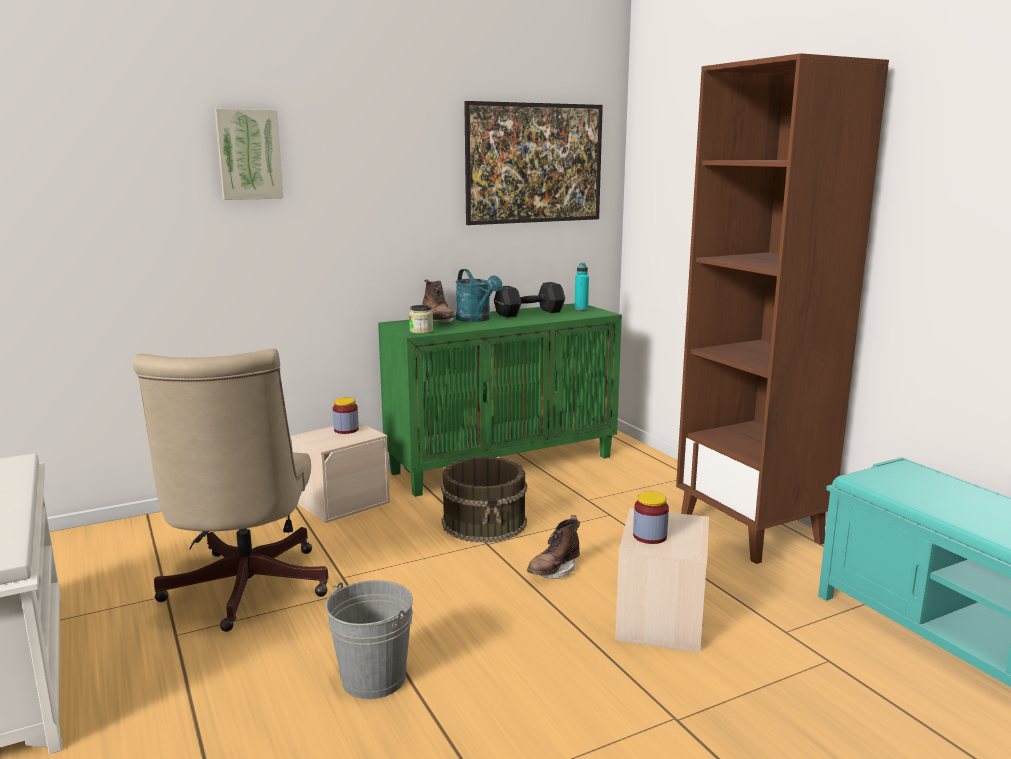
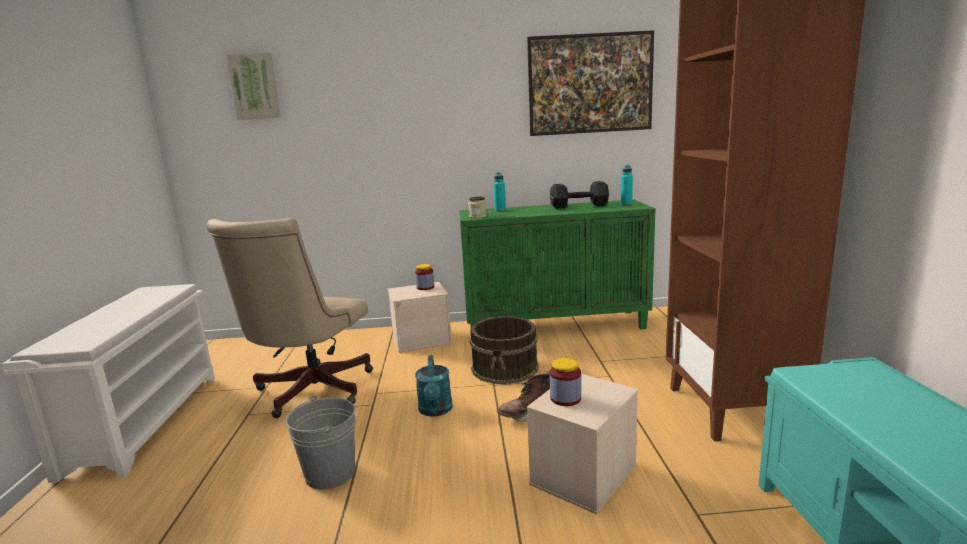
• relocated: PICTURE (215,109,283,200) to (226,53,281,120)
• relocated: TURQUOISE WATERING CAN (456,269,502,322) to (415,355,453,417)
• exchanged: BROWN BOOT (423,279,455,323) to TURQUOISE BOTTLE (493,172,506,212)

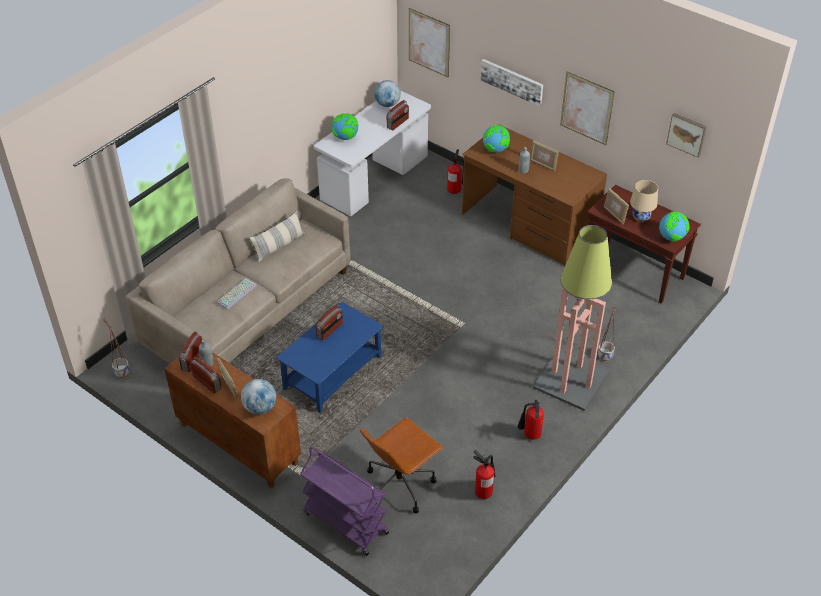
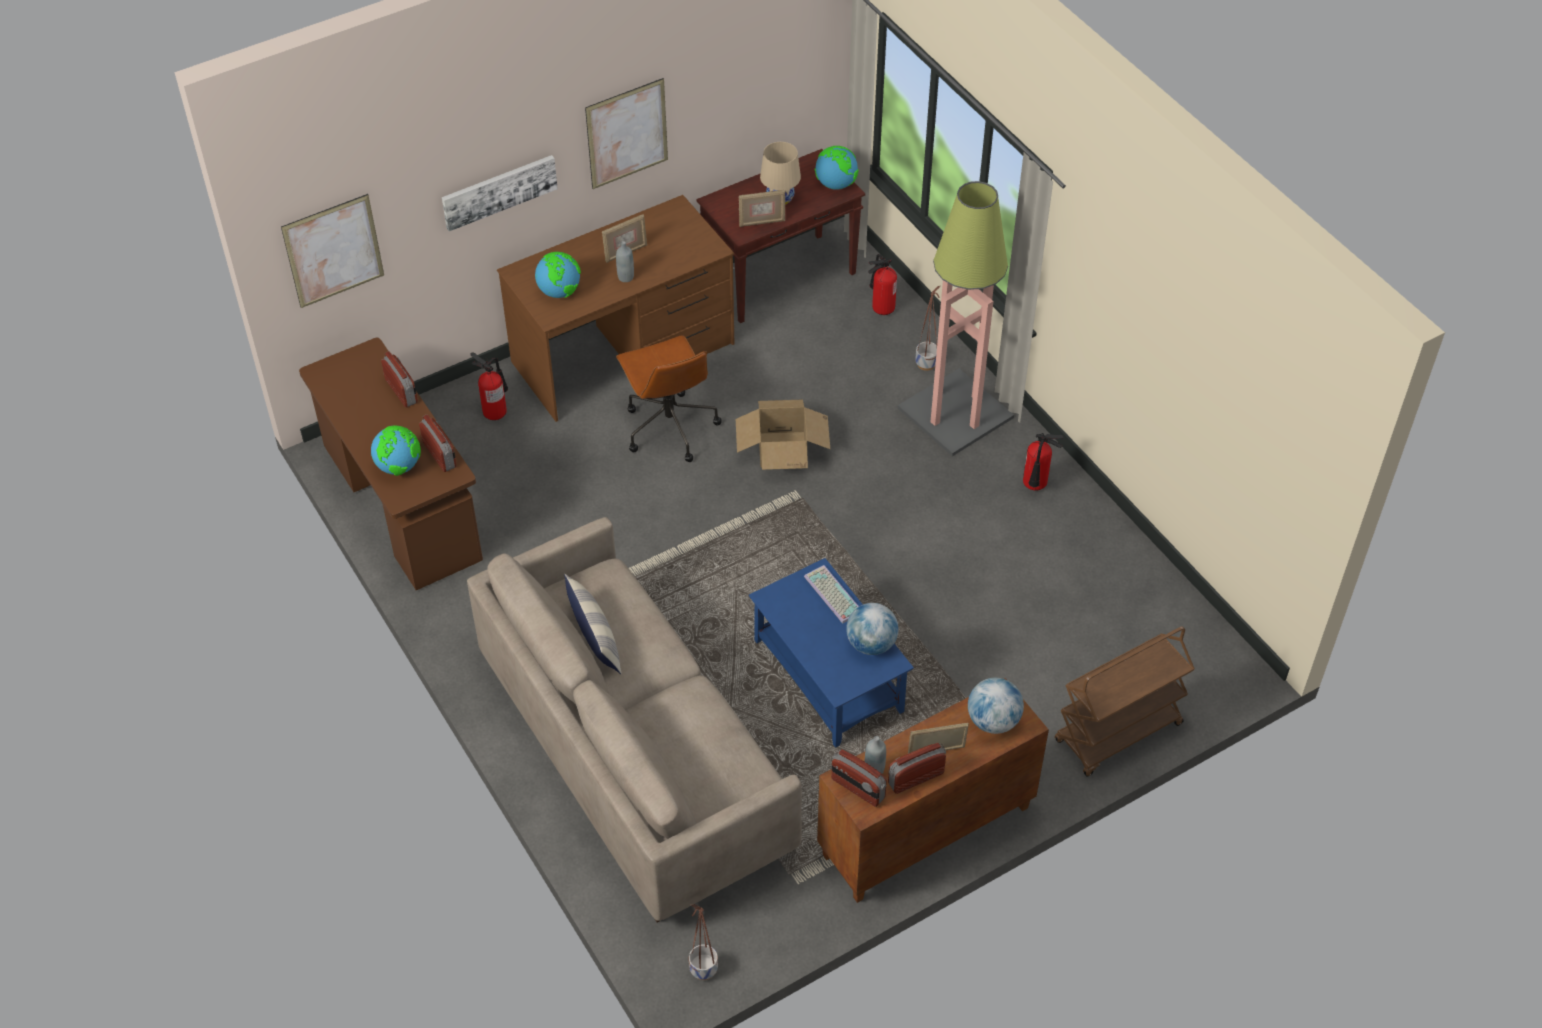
• missing: PICTURE (666,113,707,158)
• appeared: CARDBOARD BOX (736,400,830,470)
• relocated: KEYBOARD (217,279,257,309) to (804,565,859,624)
• relocated: RADIO (316,305,343,340) to (419,415,457,472)
• relocated: BROWN OFFICE CHAIR (360,418,444,513) to (616,335,722,462)
• relocated: GLOBE (374,80,401,107) to (846,603,899,655)
• relocated: FIRE EXTINGUISHER (473,450,496,499) to (868,254,897,315)
• colour: PURPLE CART (300,446,389,556) to BROWN CART (1055,626,1195,777)
• colour: WHITE DESK (314,90,431,216) to BROWN DESK (299,338,483,590)

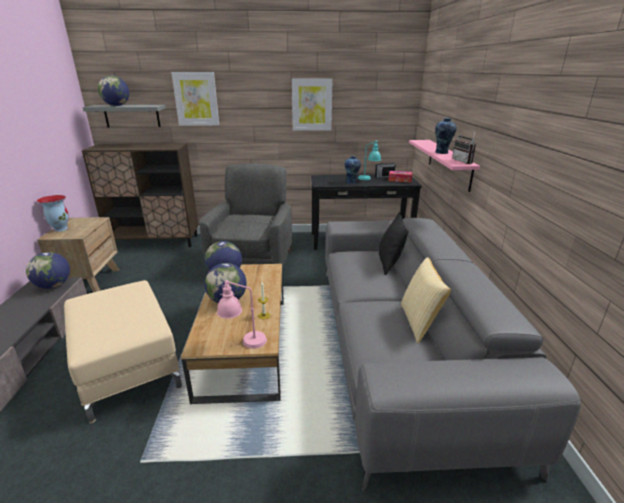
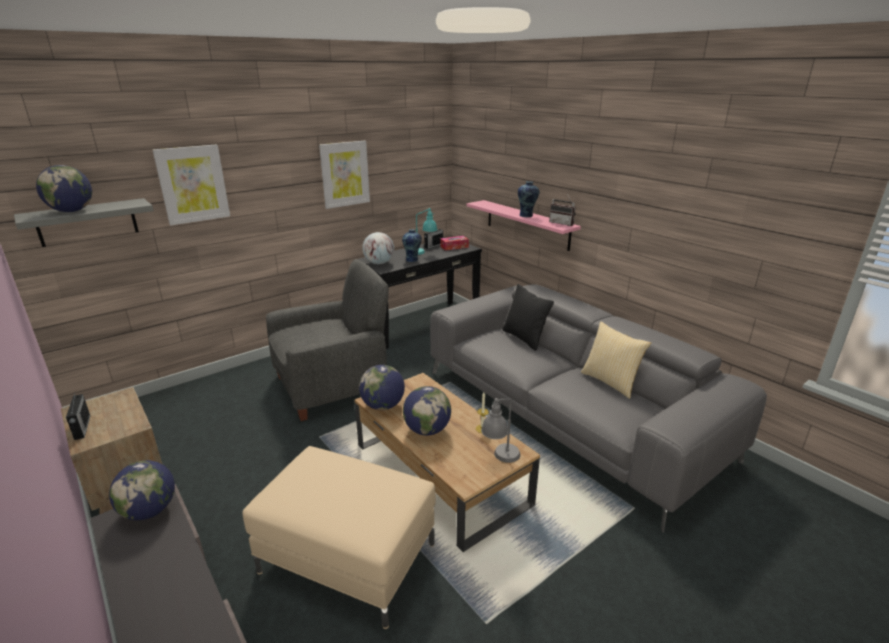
• missing: BROWN CABINET (82,143,198,247)
• appeared: GLOBE (362,232,394,264)
• exchanged: VASE (37,195,69,232) to RADIO (66,394,90,440)
• colour: PINK TABLE LAMP (217,280,267,349) to GREY TABLE LAMP (481,398,520,463)
• spun: GREY ARMCHAIR (199,163,292,272) = (266,259,389,421) 90 degrees clockwise

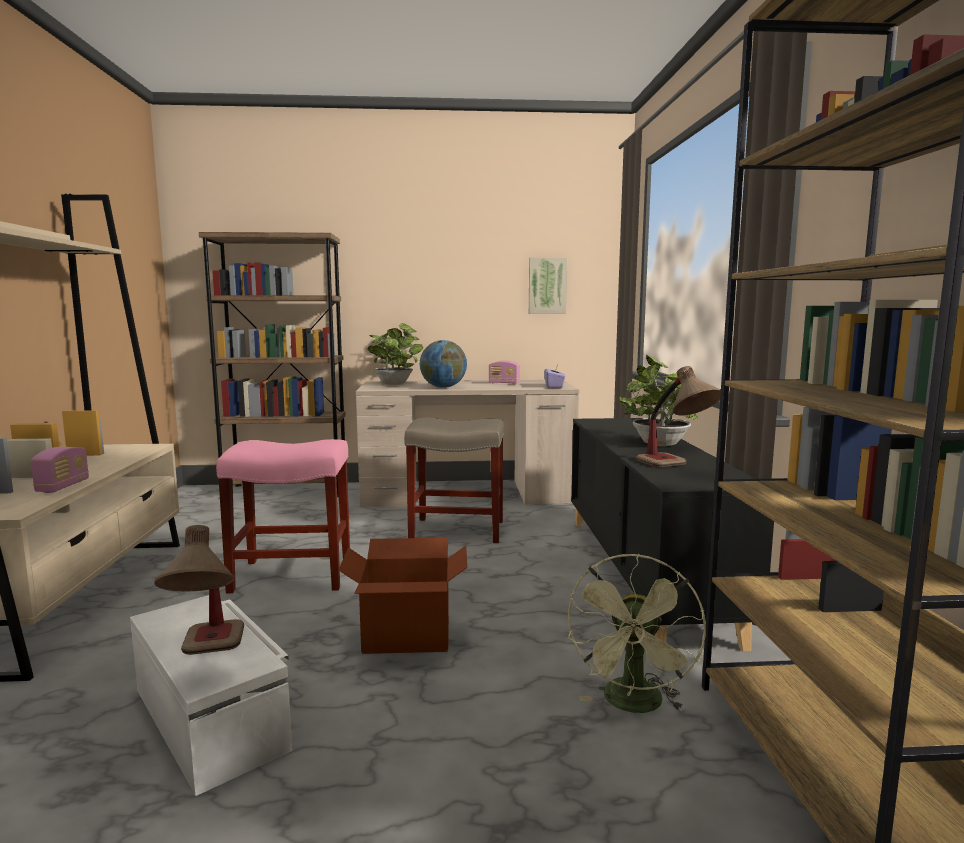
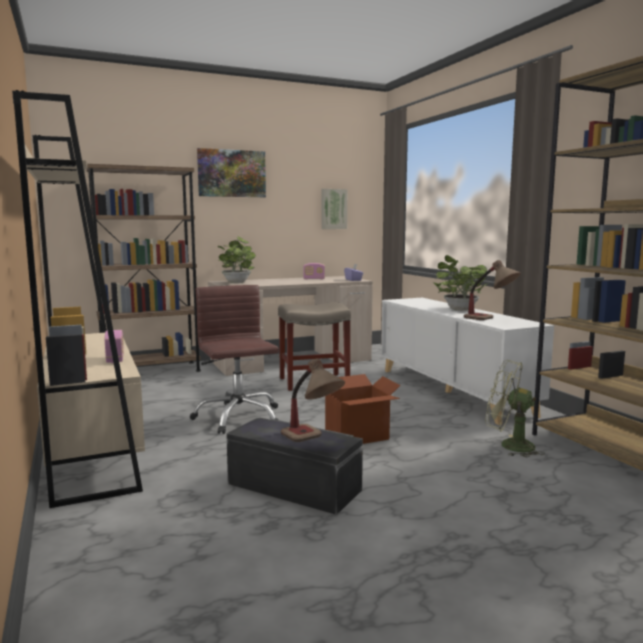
• missing: GLOBE (420,340,467,388)
• appeared: PICTURE (197,148,266,197)
• exchanged: PINK STOOL (216,439,350,593) to BROWN OFFICE CHAIR (190,285,279,434)
• colour: WHITE STORAGE BOX (130,595,292,796) to BLACK STORAGE BOX (226,417,363,515)
• colour: BLACK CABINET (571,418,774,652) to WHITE CABINET (381,298,554,425)
• spun: GREEN FAN (567,554,706,713) = (486,360,545,458) 120 degrees clockwise

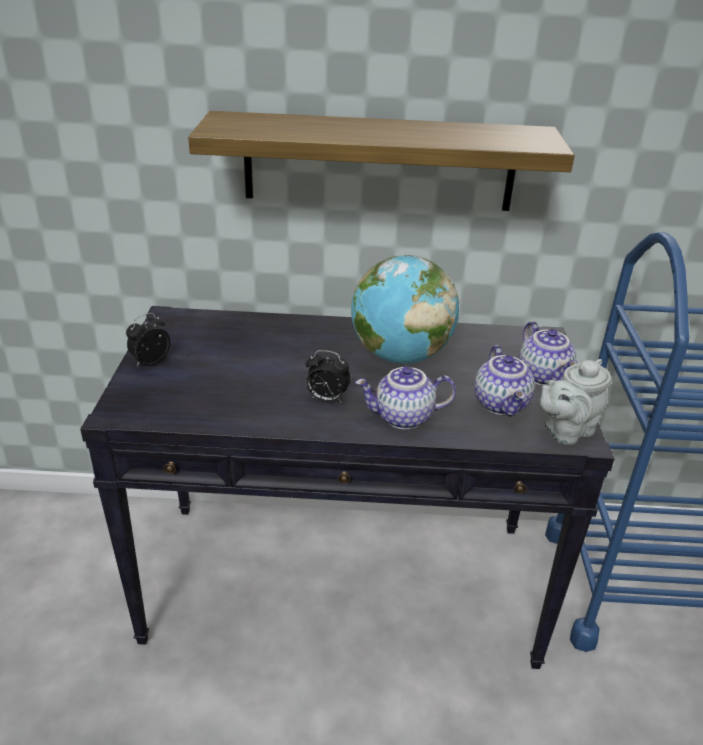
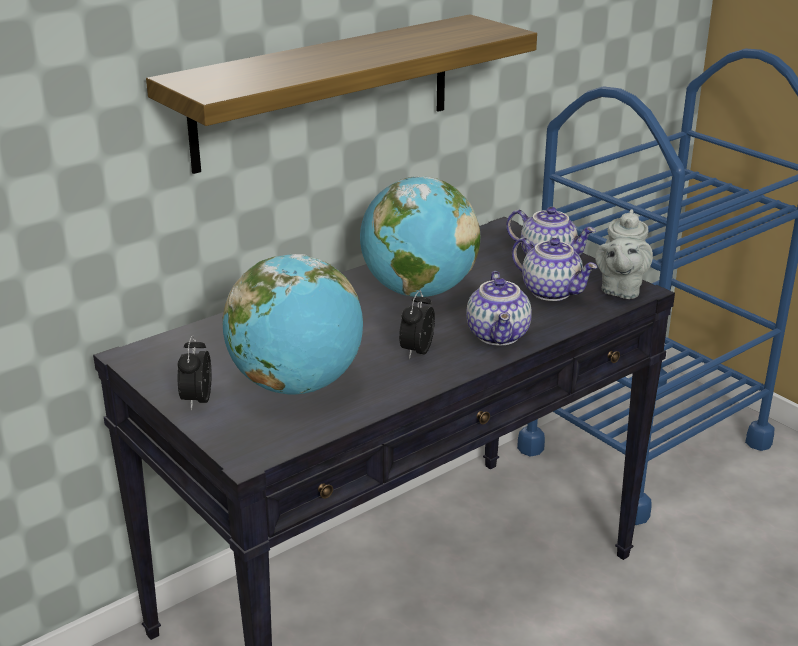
• appeared: GLOBE (223,254,363,395)
• spun: ALARM CLOCK (306,350,351,402) = (399,290,435,359) 135 degrees clockwise
• spun: TEAPOT (355,366,456,430) = (466,271,532,346) 45 degrees counterclockwise

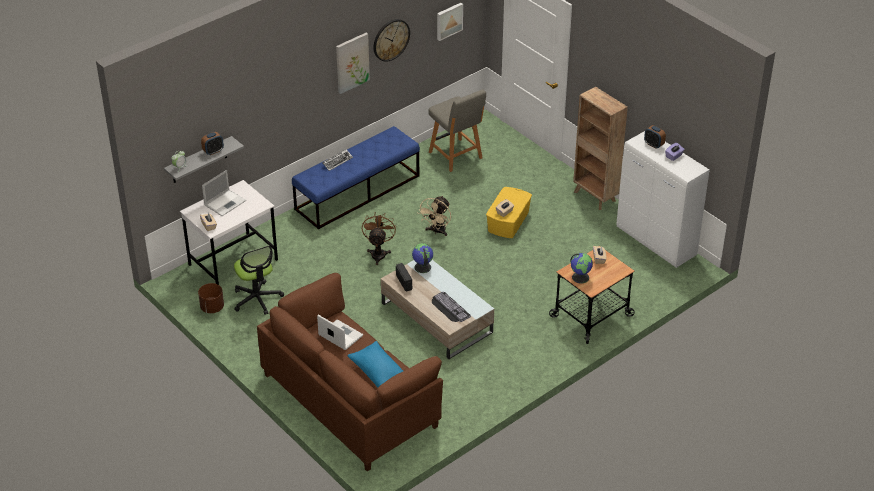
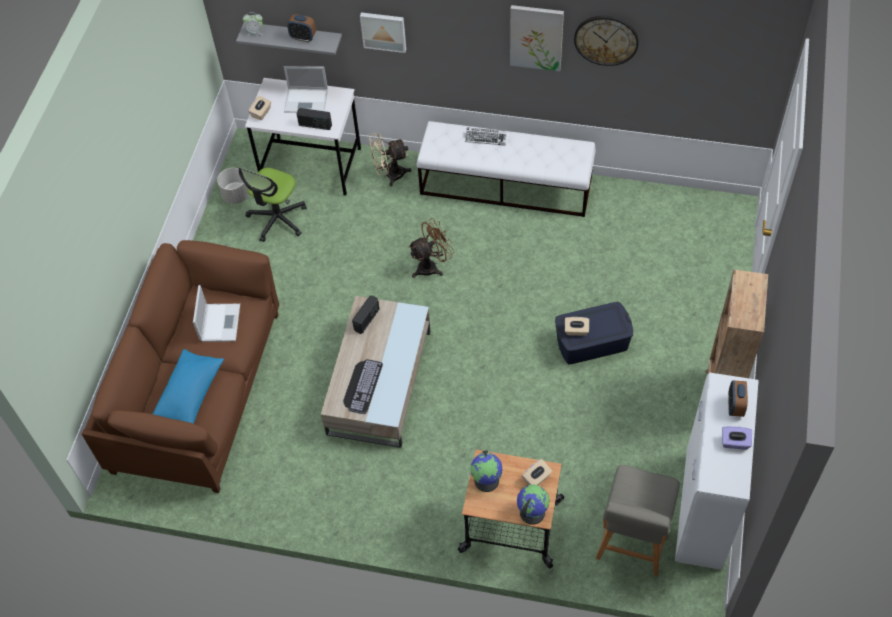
• appeared: RADIO (296,108,332,130)
• relocated: GLOBE (412,243,433,273) to (517,484,550,525)
• relocated: BEIGE FAN (418,196,451,236) to (369,132,412,186)
• relocated: GREY CHAIR (428,90,486,172) to (596,465,680,576)
• relocated: PICTURE (437,3,463,41) to (360,13,406,53)
• colour: BROWN PLANTER (198,283,224,313) to GREY PLANTER (217,168,249,204)
• colour: BLUE BENCH (292,126,420,229) to WHITE BENCH (417,121,596,217)
• colour: YELLOW STORAGE BOX (486,187,532,238) to BLUE STORAGE BOX (555,302,633,365)

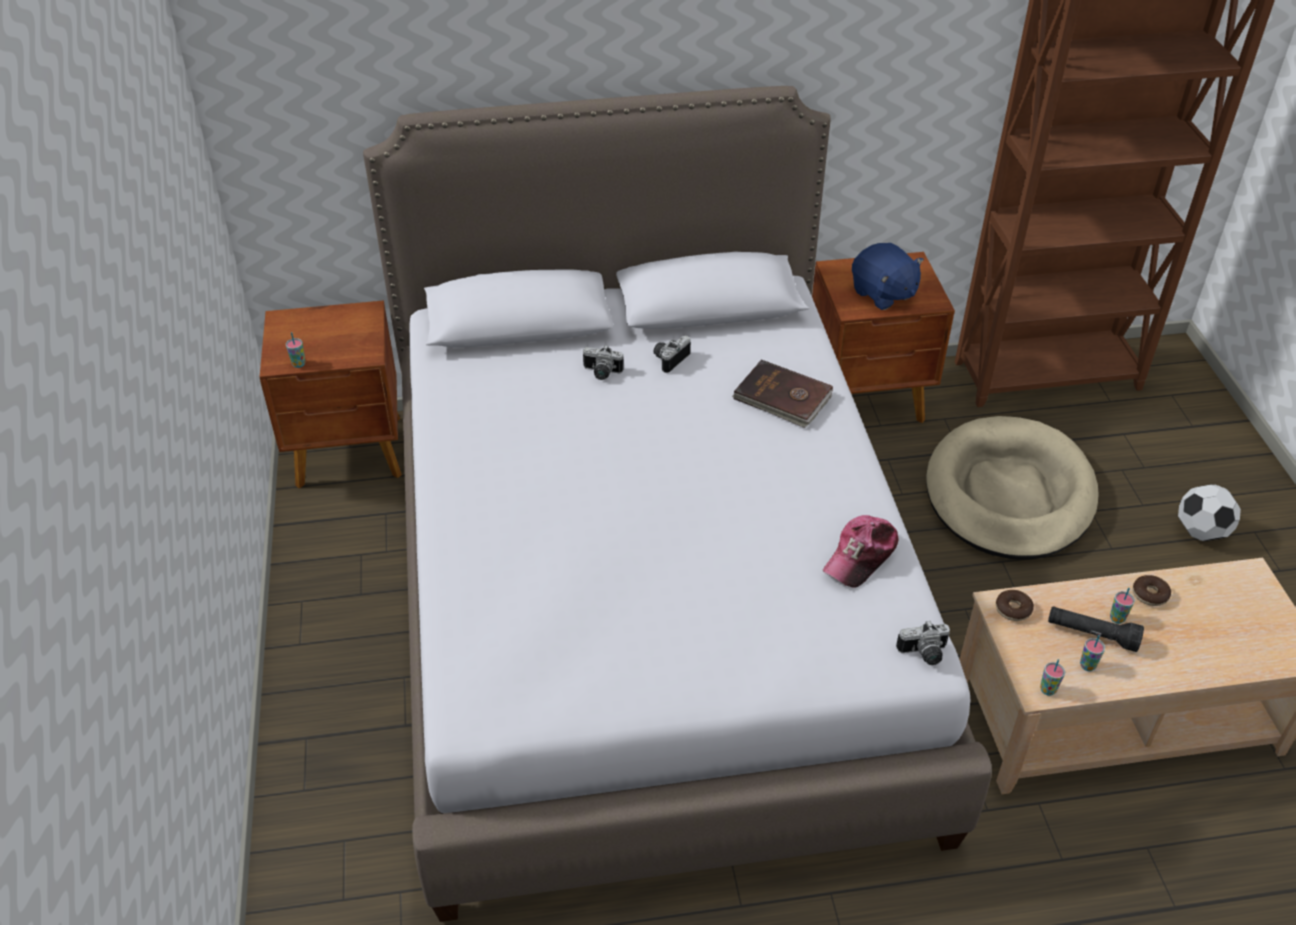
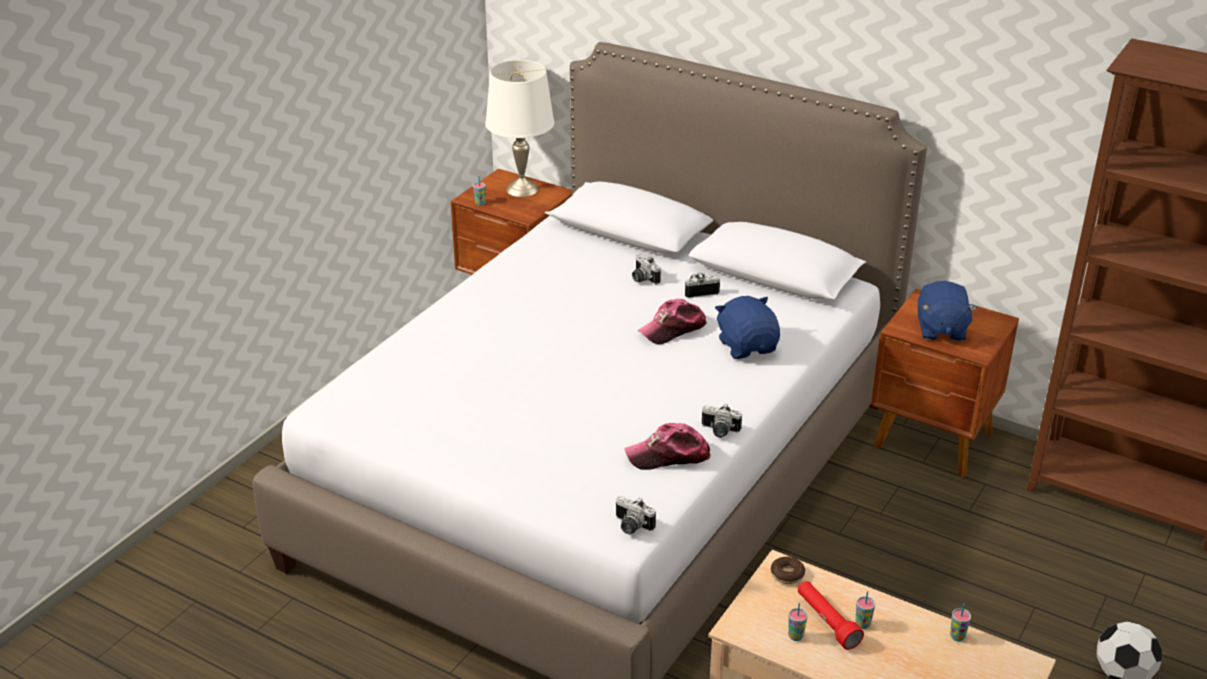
• missing: BEIGE DOG BED (926,416,1099,559)
• missing: DONUT (1133,575,1171,606)
• appeared: WHITE TABLE LAMP (485,60,554,197)
• appeared: CAP (637,299,707,345)
• appeared: PHOTO CAMERA (702,404,742,438)
• relocated: CUP (1040,659,1065,696) to (950,603,971,641)
• exchanged: BROWN BOOK (732,360,833,428) to BLUE PLUSH TOY (715,296,780,359)
• colour: BLACK FLASHLIGHT (1048,606,1144,652) to RED FLASHLIGHT (798,581,864,650)

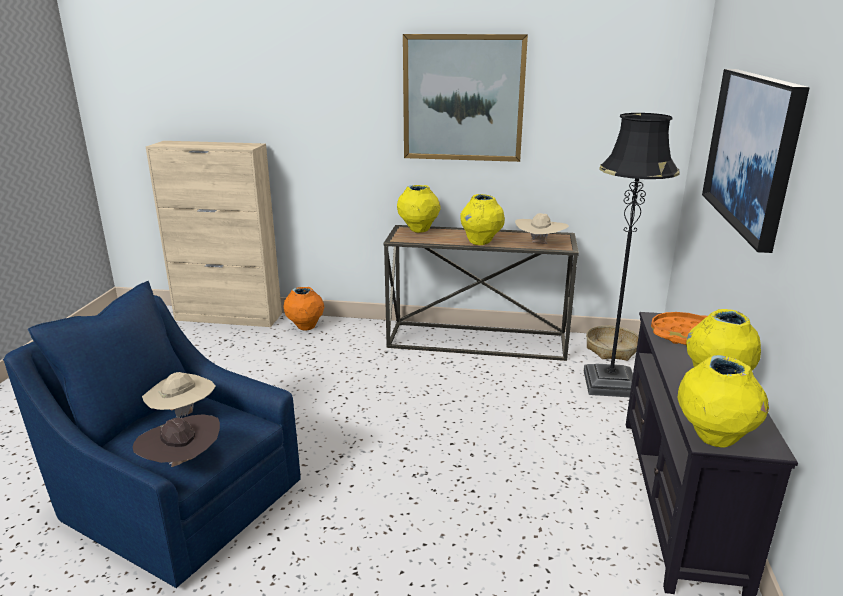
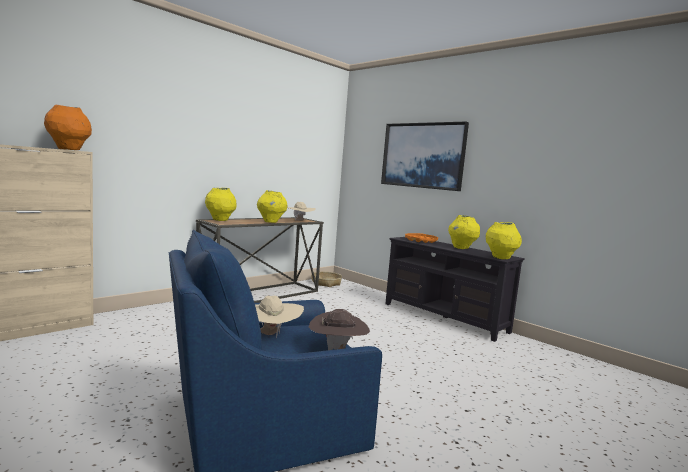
• missing: PICTURE (403,34,528,162)
• missing: BLACK FLOOR LAMP (584,113,680,397)
• relocated: ORANGE VASE (283,287,324,331) to (44,105,92,150)

